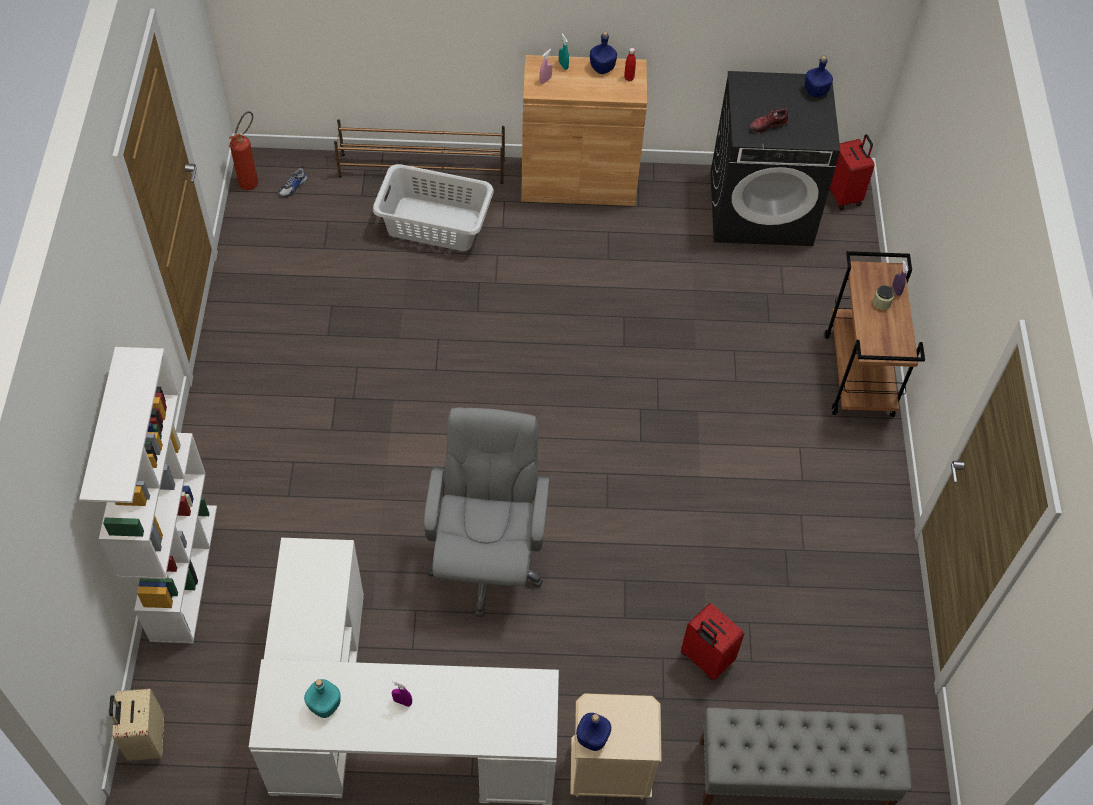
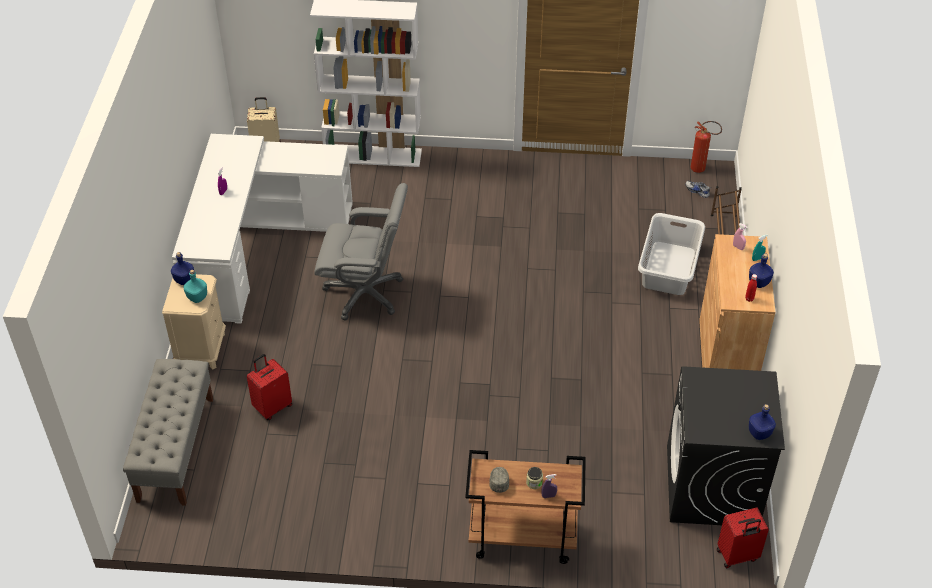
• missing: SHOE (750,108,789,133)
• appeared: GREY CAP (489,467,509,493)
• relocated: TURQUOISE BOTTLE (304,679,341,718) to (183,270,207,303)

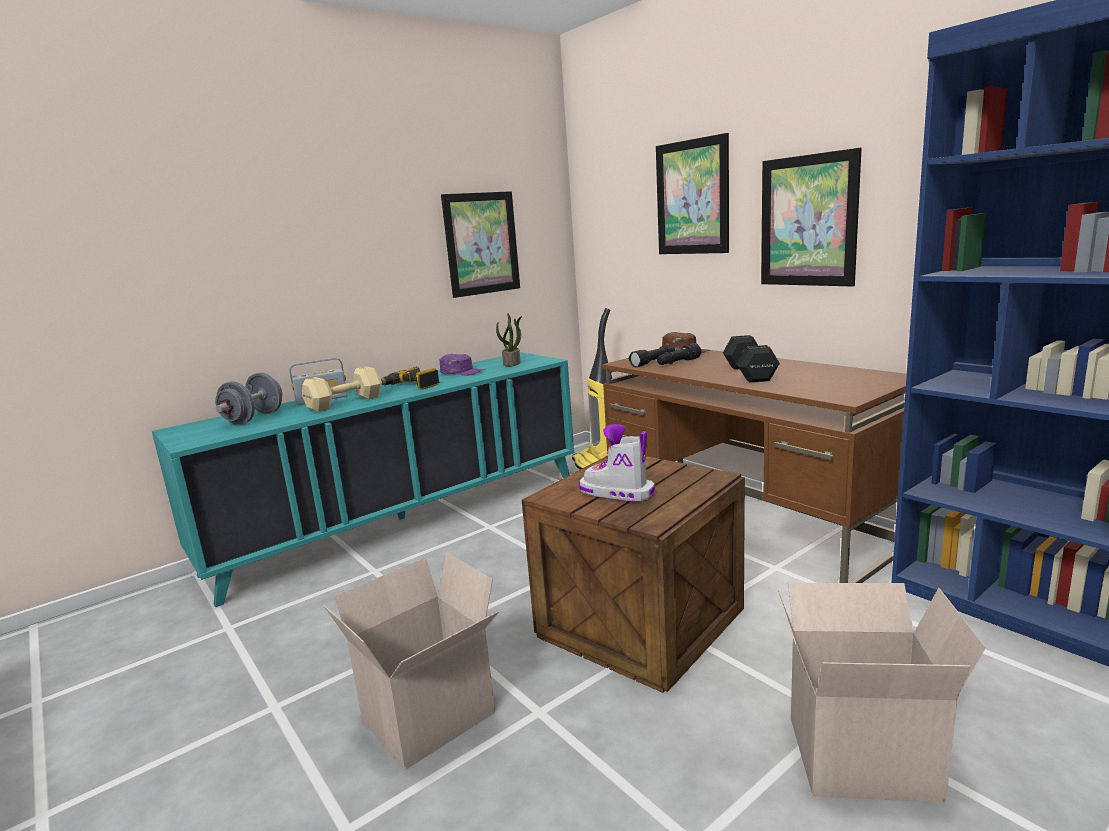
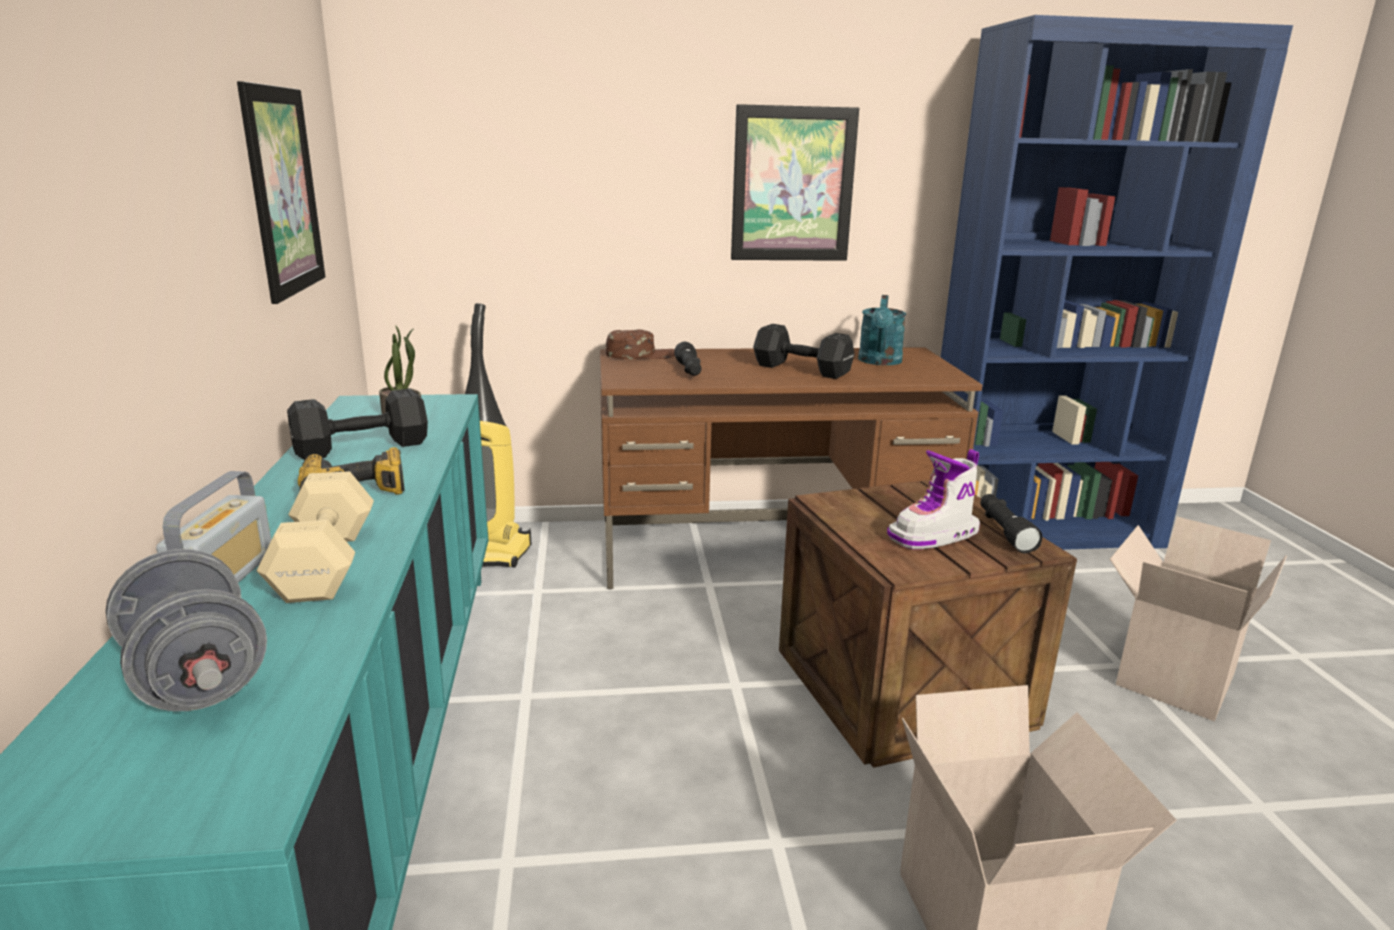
• missing: PICTURE (656,133,729,254)
• appeared: TURQUOISE WATERING CAN (858,295,906,365)
• relocated: BLACK FLASHLIGHT (629,346,675,367) to (981,494,1043,554)
• exchanged: PURPLE CAP (440,354,485,376) to BLACK DUMBBELL (287,388,428,460)

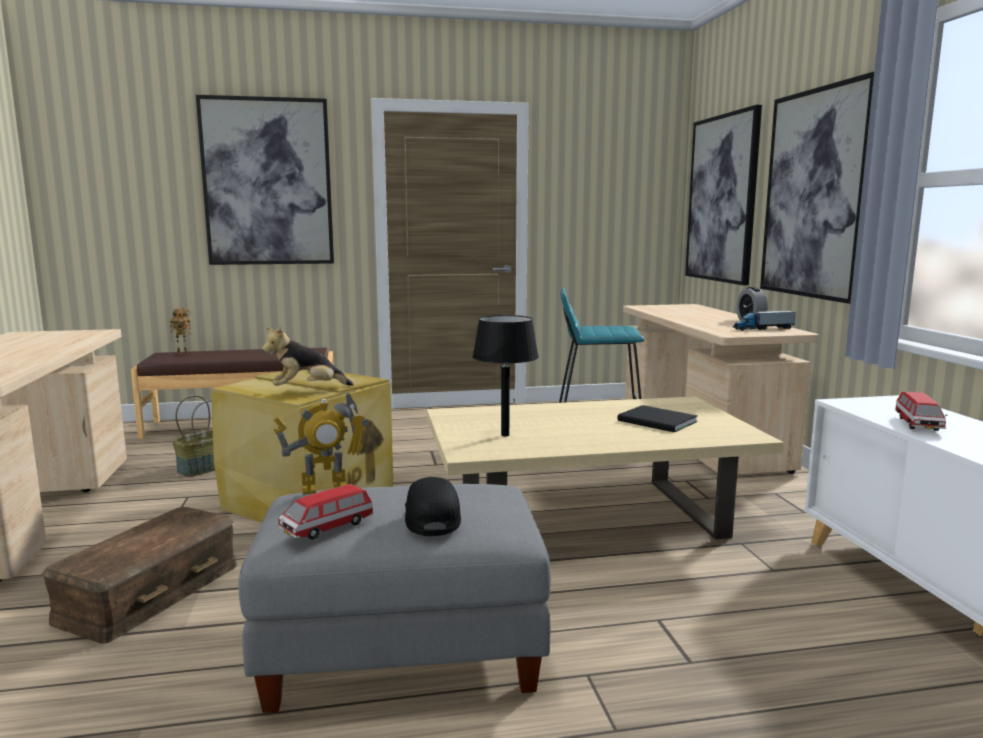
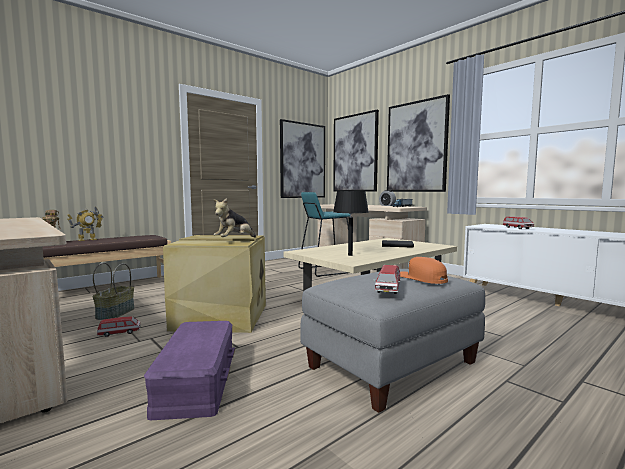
• appeared: TOY CAR (97,316,141,337)
• relocated: PICTURE (196,95,334,265) to (280,119,325,198)
• relocated: TOY ROBOT (273,391,369,494) to (67,206,104,241)
• colour: BROWN STORAGE BOX (41,507,237,644) to PURPLE STORAGE BOX (144,321,235,420)
• colour: BLACK CAP (405,477,461,536) to ORANGE CAP (400,257,448,284)

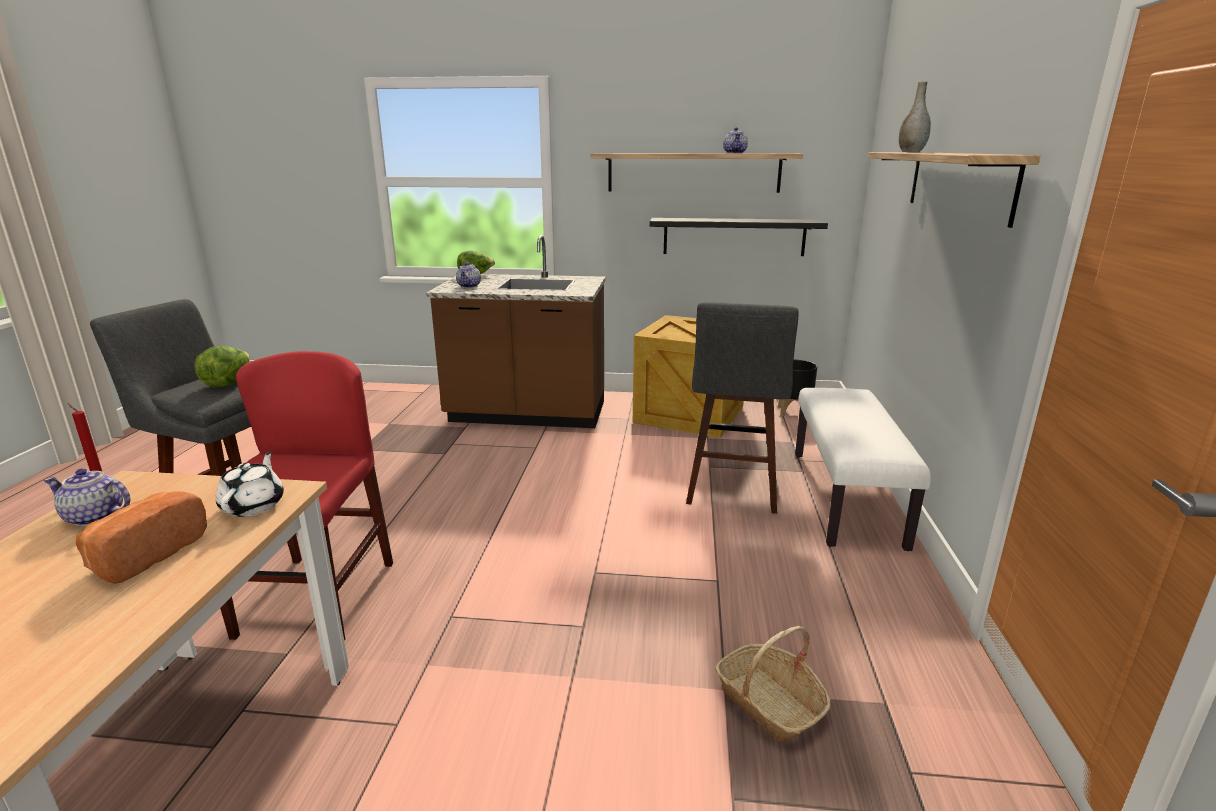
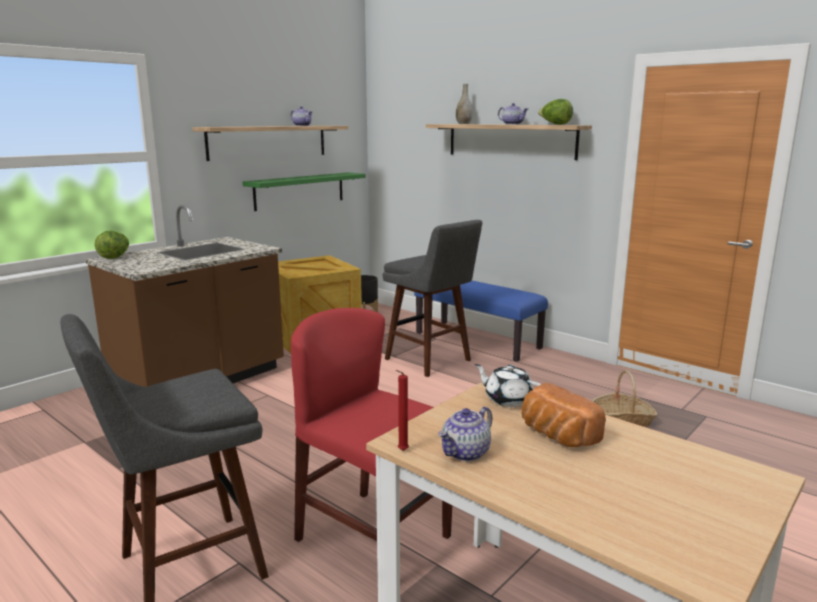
• relocated: LETTUCE (195,346,250,388) to (538,99,573,125)
• relocated: TEAPOT (456,262,481,288) to (498,103,528,125)
• colour: BLACK SHELF (650,218,828,256) to GREEN SHELF (243,172,365,211)
• colour: WHITE BENCH (795,388,931,551) to BLUE BENCH (414,281,548,362)

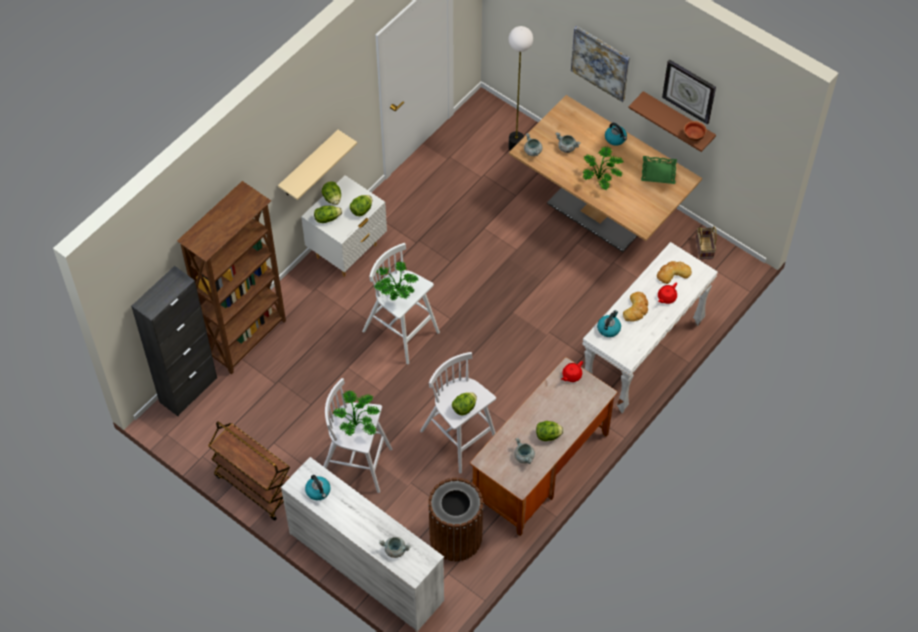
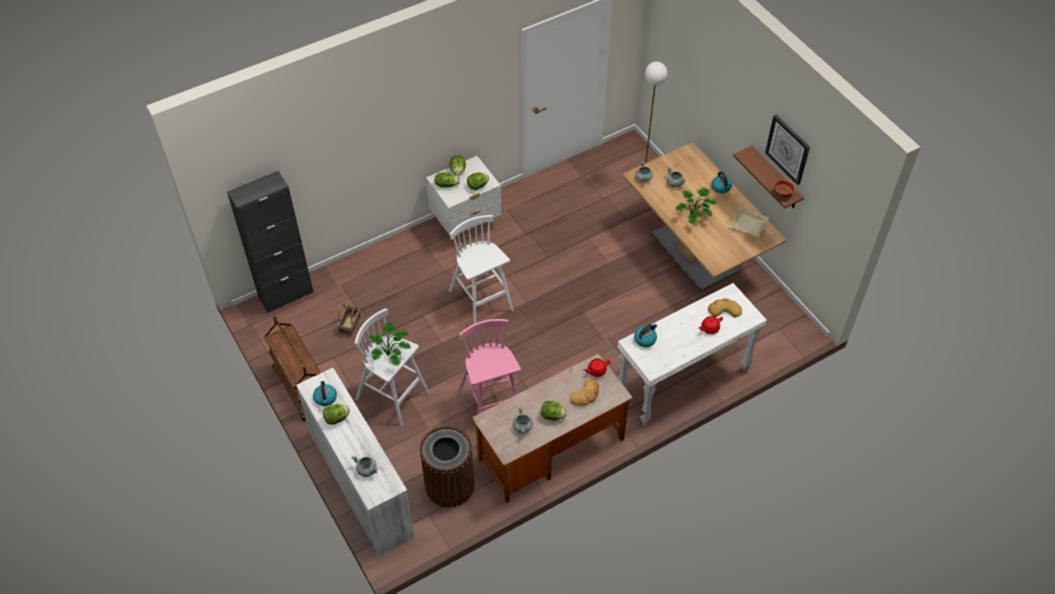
• missing: BROWN BOOKCASE (177,181,286,375)
• missing: BEIGE SHELF (278,130,357,200)
• missing: POTTED PLANT (374,261,418,300)
• missing: PICTURE (571,26,630,102)
• relocated: LETTUCE (452,392,477,415) to (323,404,350,425)
• relocated: BREAD (623,292,648,322) to (570,379,599,406)
• relocated: BASKET (696,226,717,259) to (337,304,361,337)
• colour: WHITE STOOL (420,352,496,474) to PINK STOOL (459,319,521,414)
• colour: GREEN TRAY (641,156,677,184) to BEIGE TRAY (729,207,769,237)

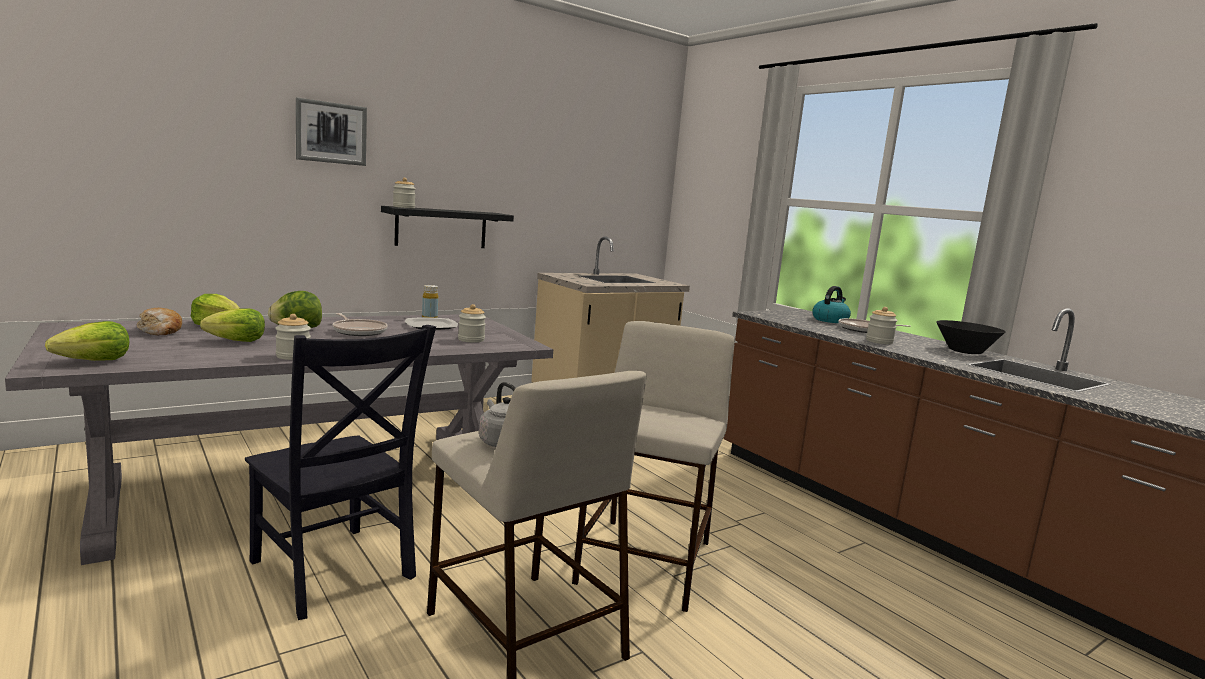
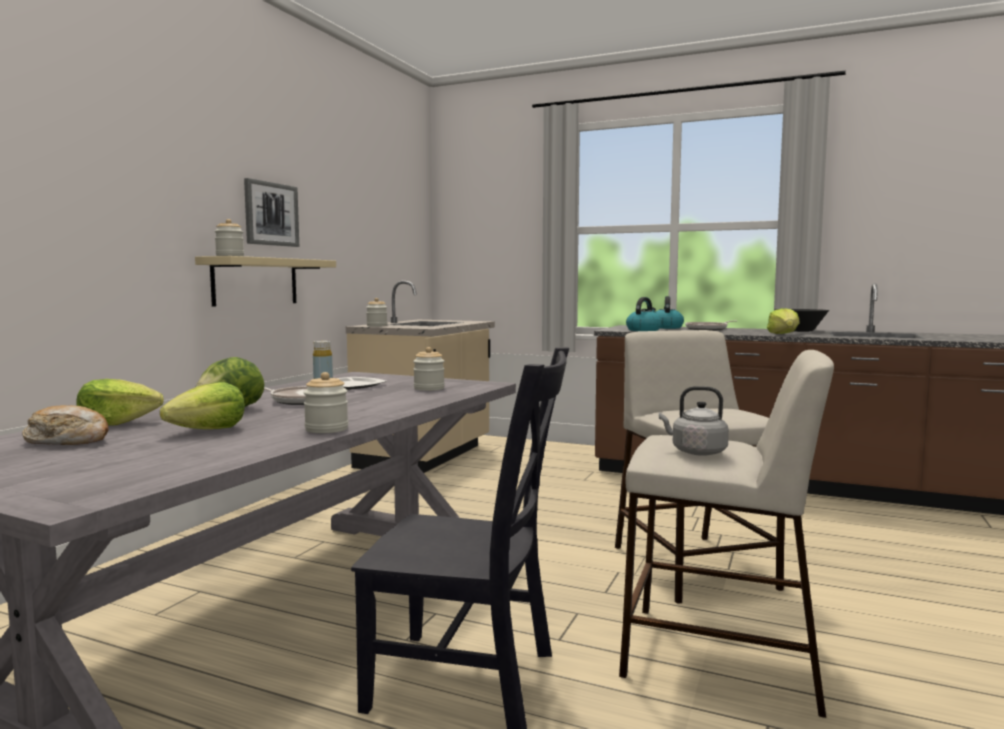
• appeared: KETTLE (626,297,662,331)
• relocated: LETTUCE (45,321,129,361) to (767,308,800,334)
• relocated: PICTURE (296,98,367,166) to (244,178,299,247)
• relocated: JAR (866,307,898,344) to (366,298,388,327)
• colour: BLACK SHELF (381,206,514,248) to BEIGE SHELF (195,256,336,307)

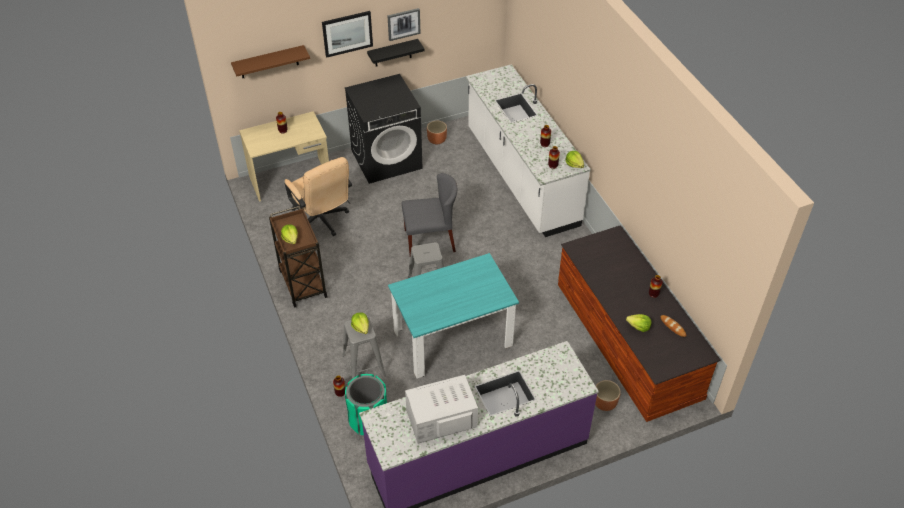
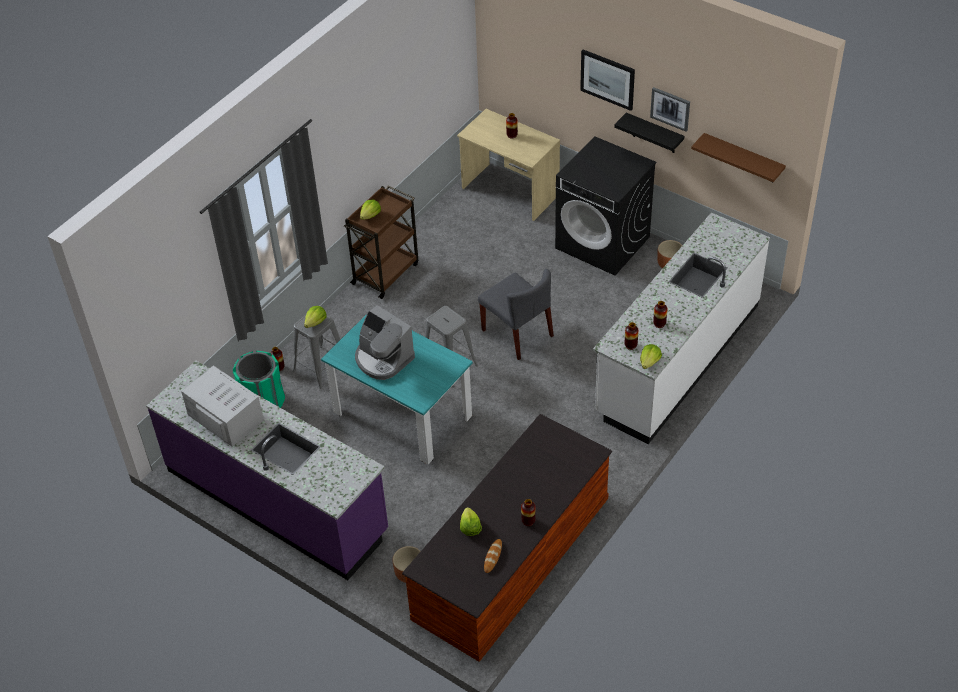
• missing: BEIGE OFFICE CHAIR (285,157,352,236)
• appeared: COFFEE MACHINE (355,305,415,380)
• relocated: BROWN SHELF (231,45,310,78) to (691,133,786,182)

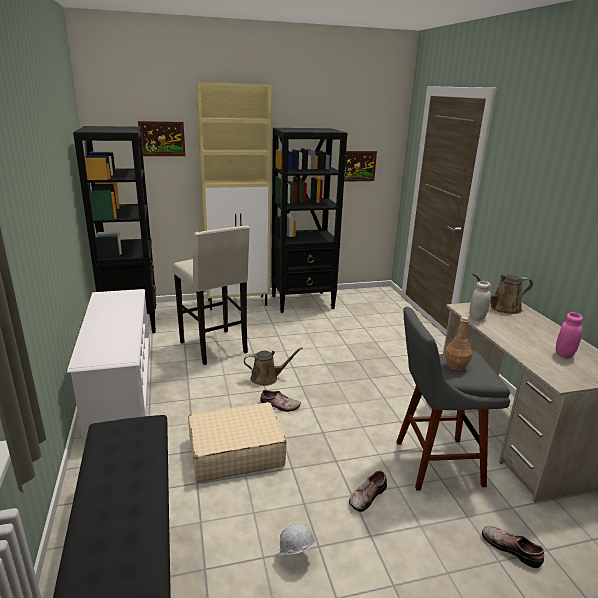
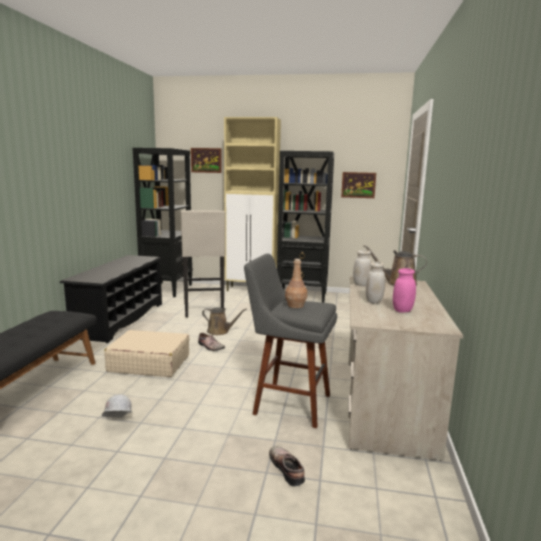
• missing: SHOE (349,471,387,512)
• appeared: WHITE JAR (366,261,385,304)
• colour: WHITE SHOE RACK (67,289,151,441) to BLACK SHOE RACK (59,255,162,343)

